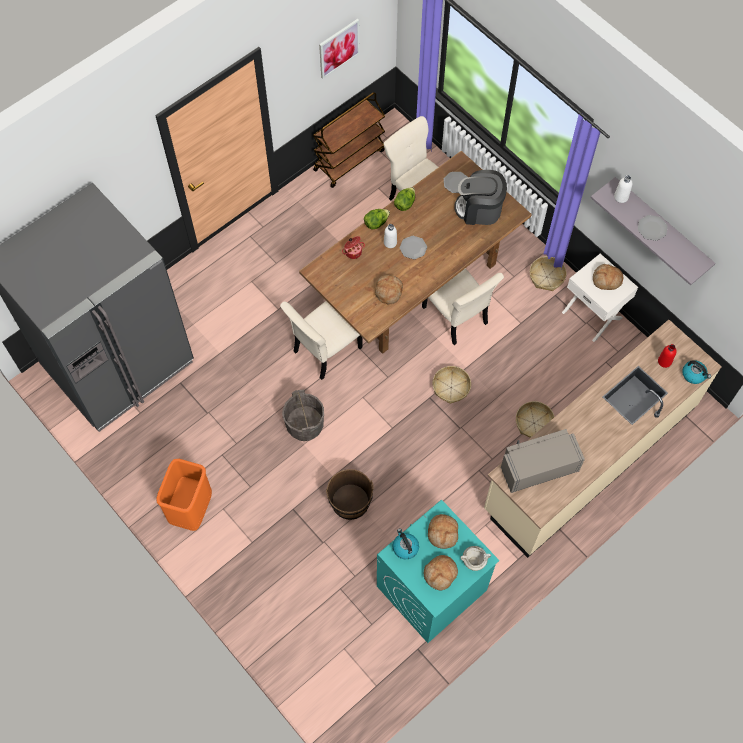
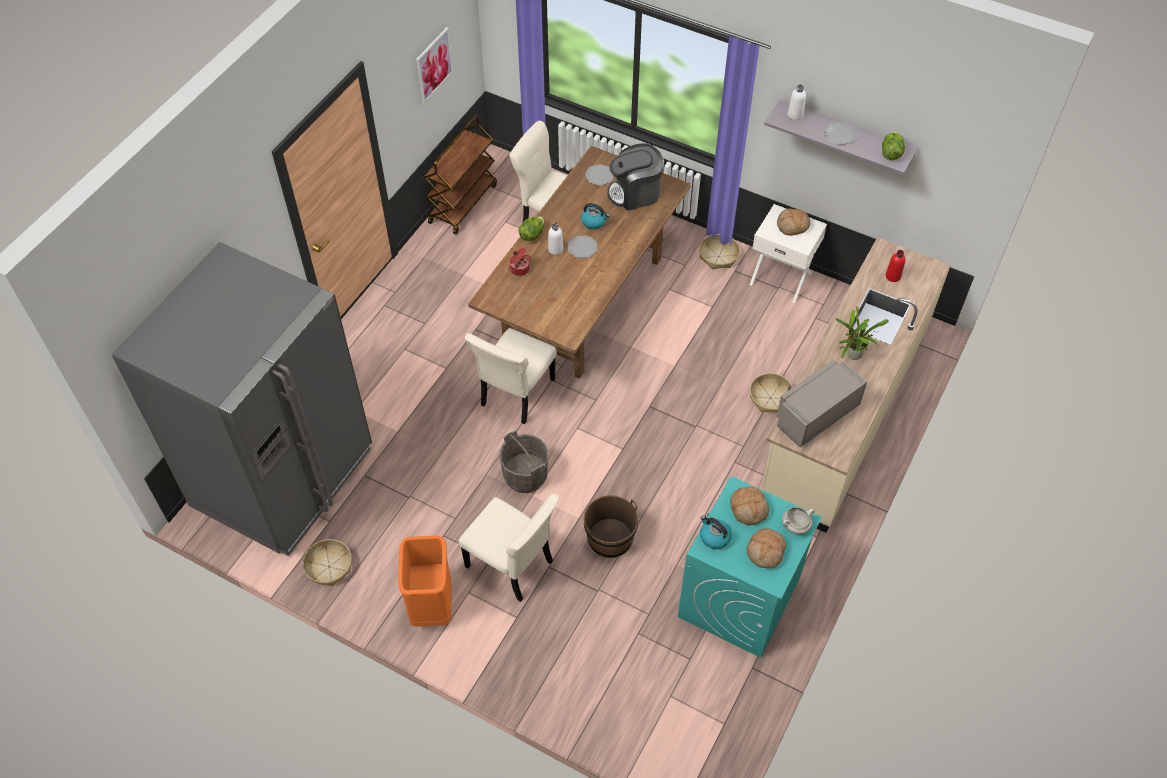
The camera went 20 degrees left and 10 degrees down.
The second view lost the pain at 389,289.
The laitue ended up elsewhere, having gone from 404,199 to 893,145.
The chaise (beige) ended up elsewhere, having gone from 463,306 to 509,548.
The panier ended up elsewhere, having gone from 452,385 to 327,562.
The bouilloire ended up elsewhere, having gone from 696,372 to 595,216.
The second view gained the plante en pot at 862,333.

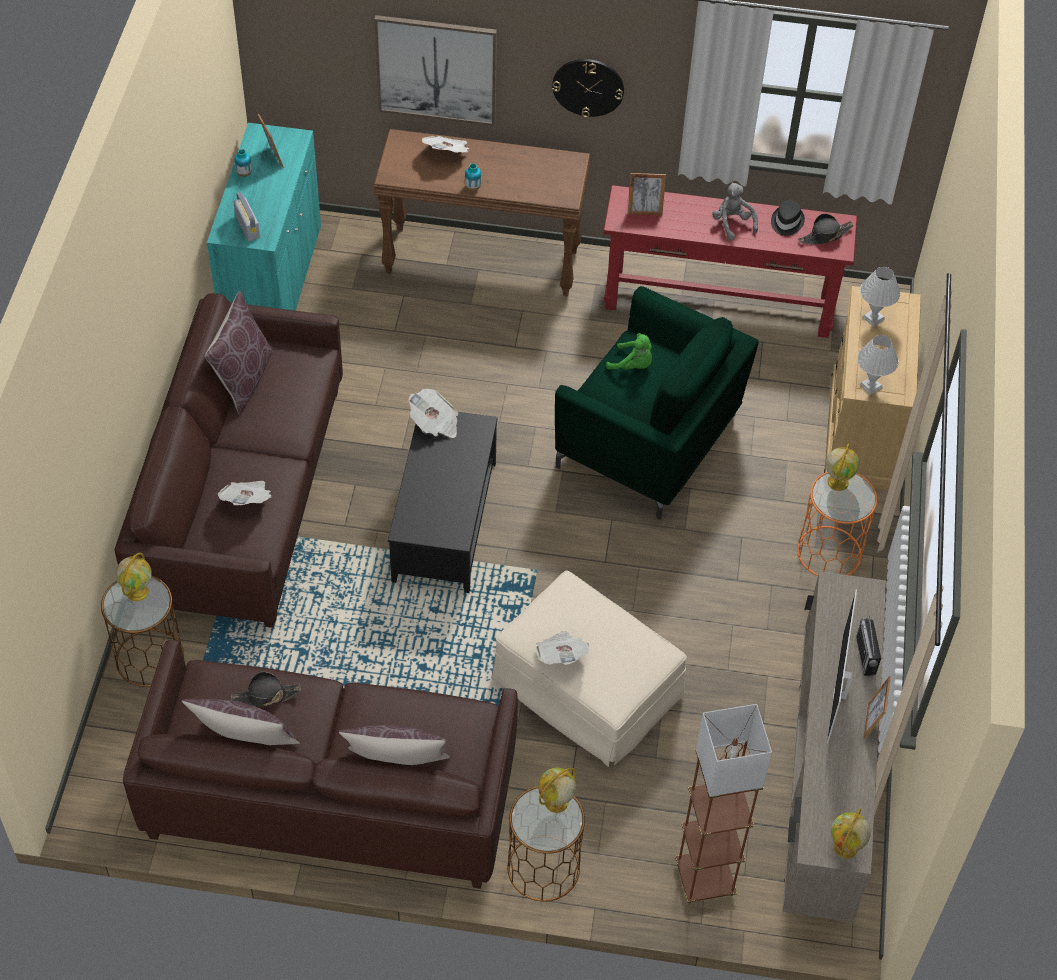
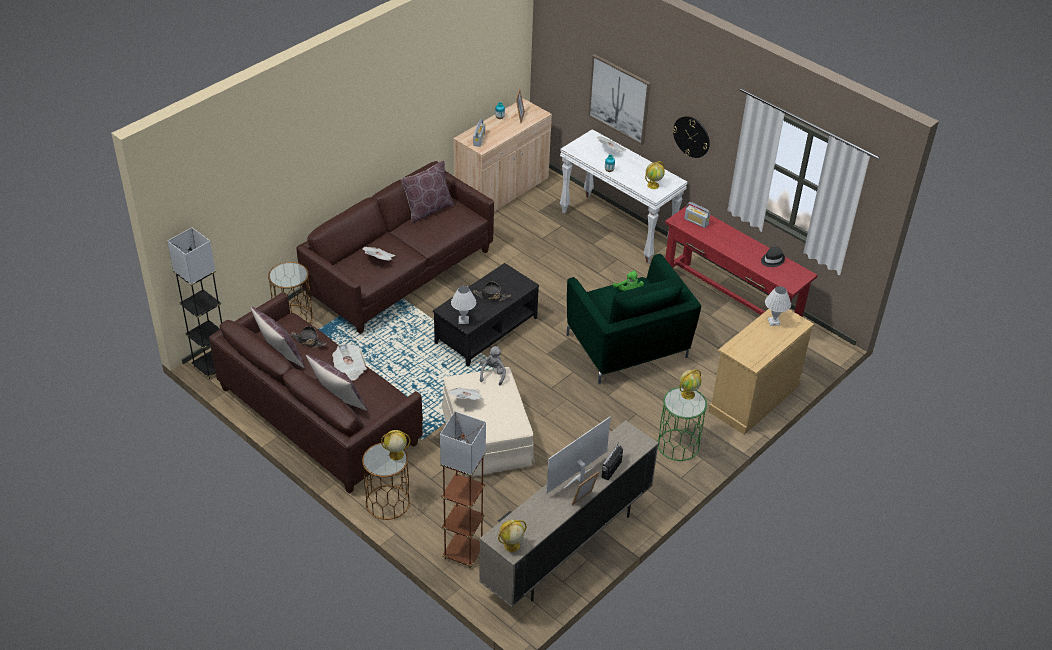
The camera went 35 degrees right and 10 degrees down.
The globe ended up elsewhere, having gone from 134,577 to 655,175.
What was the meuble de rangement (turquoise) at 264,217 turned into the meuble de rangement (beige) at 502,155.
What was the table console (marron) at 482,213 turned into the table console (blanc) at 623,196.
The journal ended up elsewhere, having gone from 433,413 to 349,362.
Where the cadre photo stood at 647,194, the radio came to stand at 697,215.
The peluche (gris) ended up elsewhere, having gone from 735,211 to 493,365.
What was the table d'appoint (orange) at 837,524 turned into the table d'appoint (vert) at 682,424.
The chapeau (noir) ended up elsewhere, having gone from 826,228 to 492,291.
The lampe de table (blanc) ended up elsewhere, having gone from 877,365 to 463,305.
The second view gained the lampadaire (gris) at 194,303.

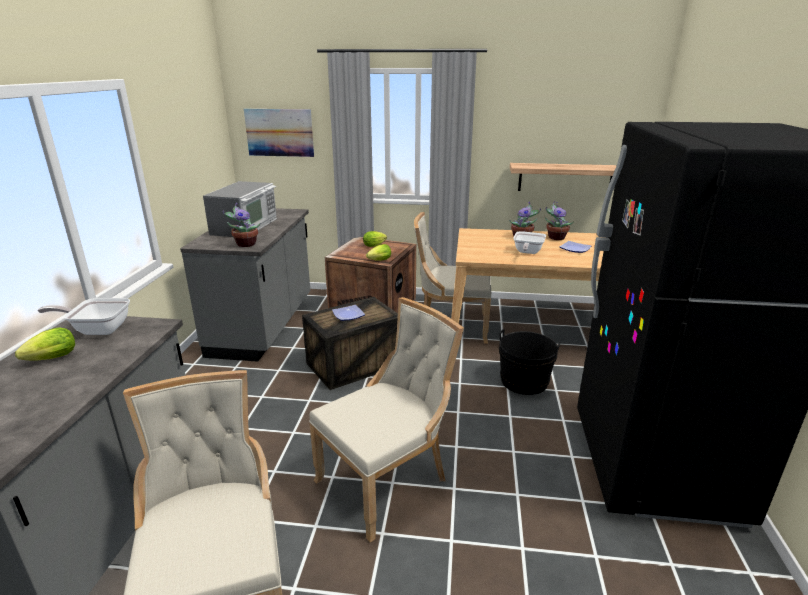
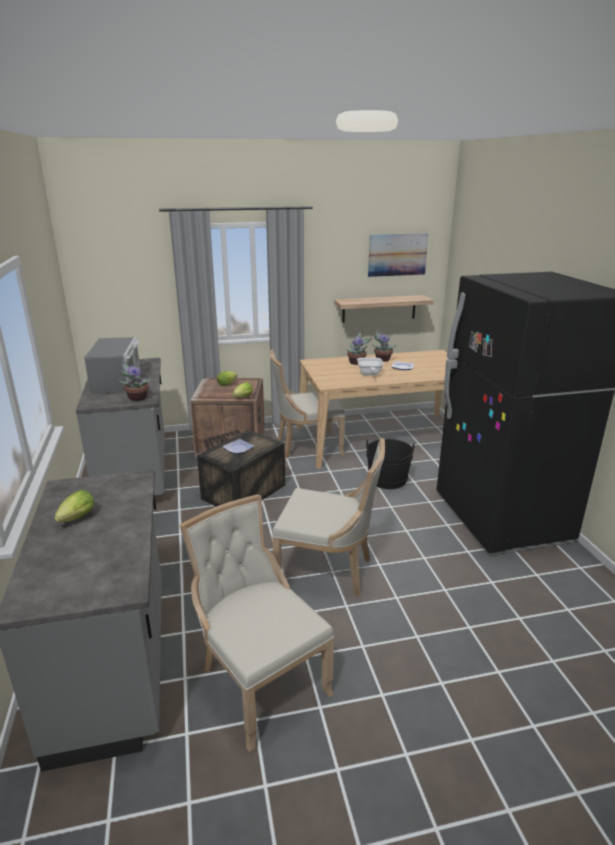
The camera went 20 degrees left and 0 degrees up.
The second view lost the poêle at 83,316.
The tableau ended up elsewhere, having gone from 279,133 to 398,255.
The chaise (beige) at 386,420 ended up facing another way, 75 degrees clockwise from before.

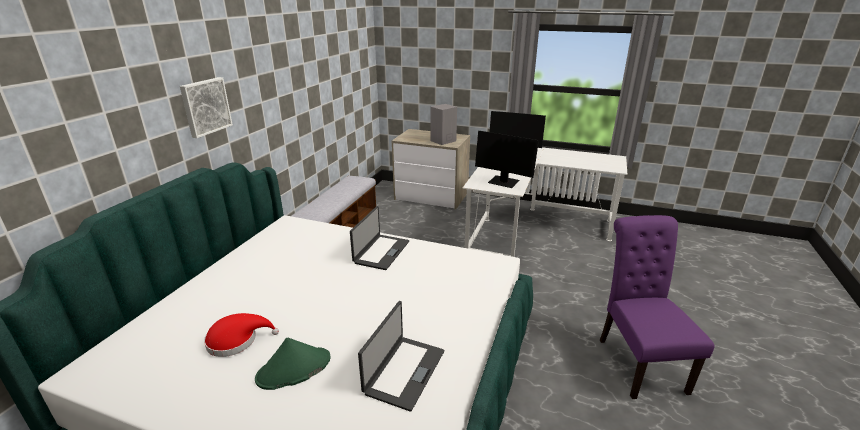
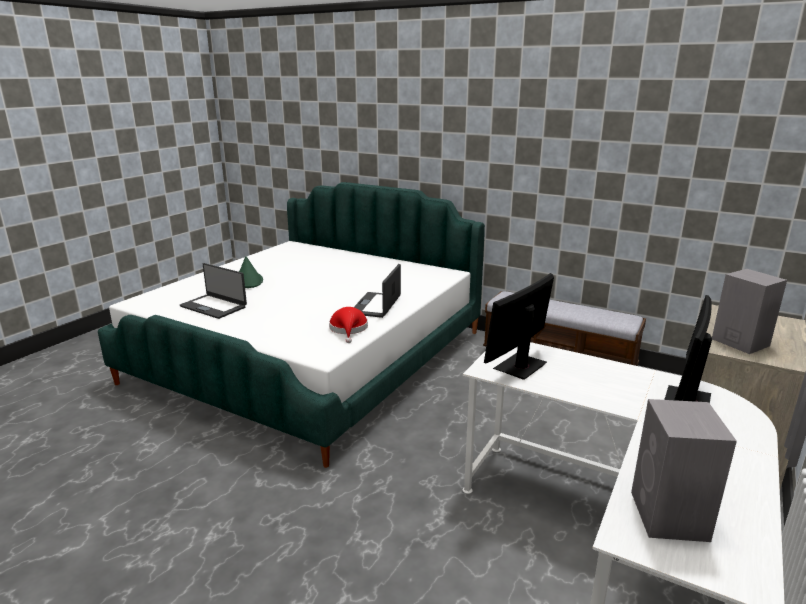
The camera went 100 degrees right and 5 degrees down.
The second view lost the tableau at 206,107.
The chapeau (rouge) ended up elsewhere, having gone from 241,335 to 348,325.
The ordinateur portable at 379,238 ended up facing another way, 75 degrees clockwise from before.
The second view lost the chaise (violet) at 656,307.
The second view gained the enceinte (gris) at 684,470.

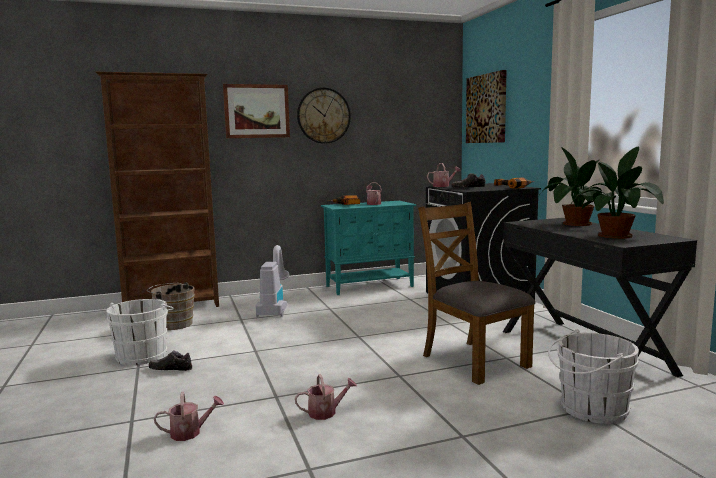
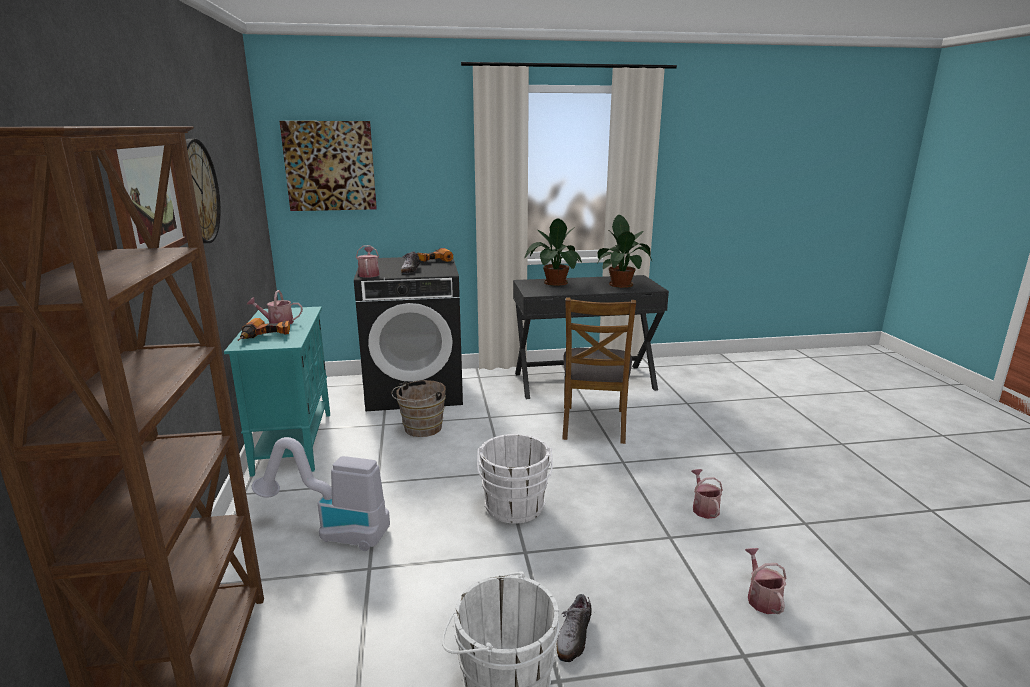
The camera went 80 degrees left and 10 degrees up.
The seau (marron) ended up elsewhere, having gone from 171,306 to 418,408.
The chaise (marron) at 477,293 ended up facing another way, 60 degrees counterclockwise from before.
The seau (blanc) ended up elsewhere, having gone from 593,376 to 515,478.

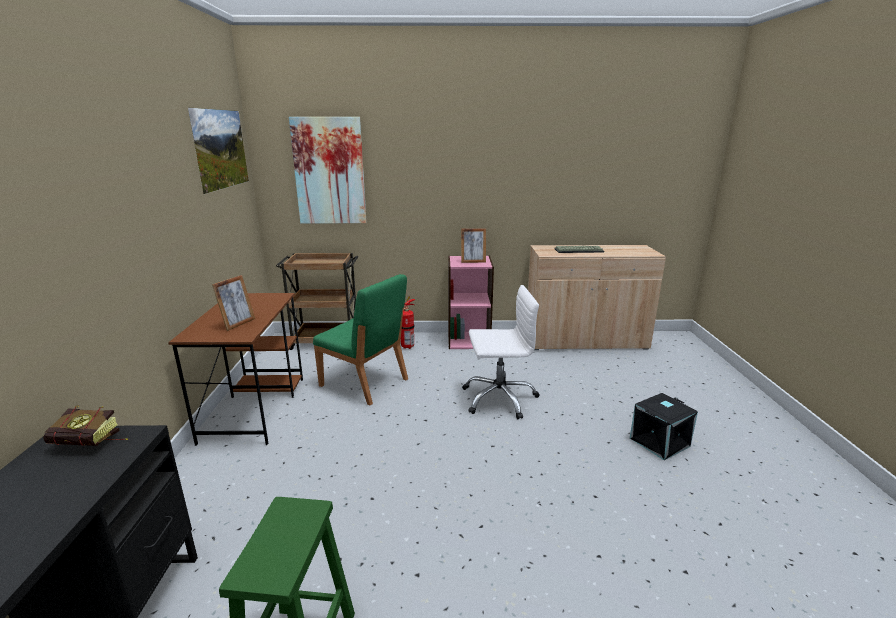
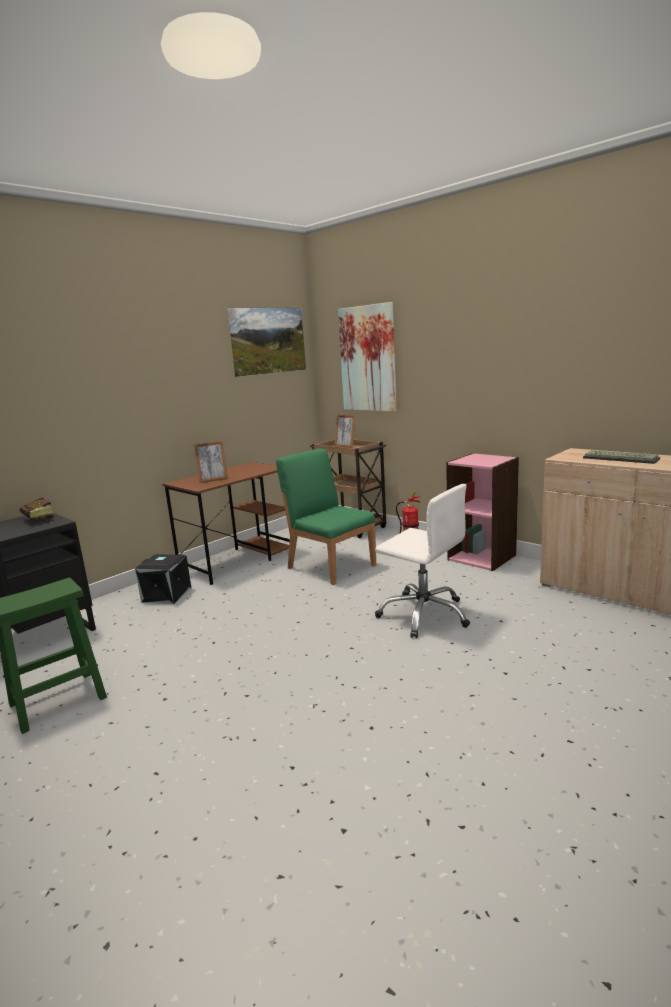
The camera went 45 degrees right and 5 degrees down.
The chaise (vert) at 360,339 ended up facing another way, 150 degrees clockwise from before.
The cadre photo ended up elsewhere, having gone from 473,245 to 345,431.
The boîte de rangement (noir) ended up elsewhere, having gone from 664,426 to 163,579.

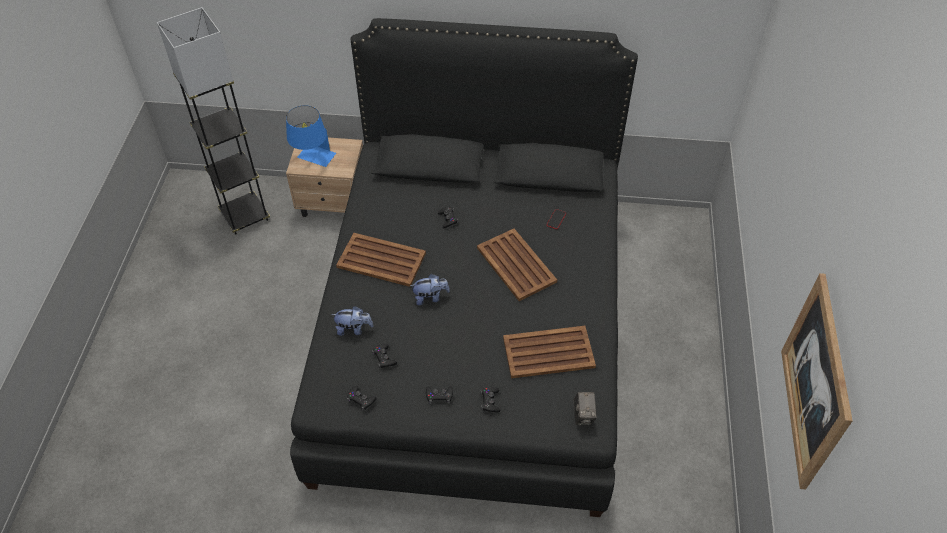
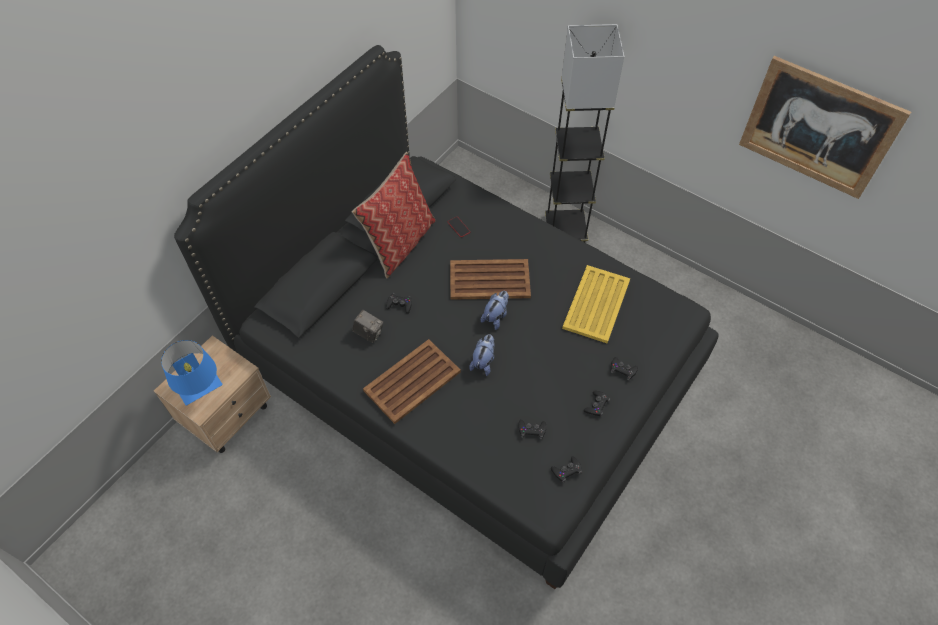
The camera went 60 degrees left and 5 degrees up.
The lampadaire (gris) ended up elsewhere, having gone from 213,121 to 584,133.
The peluche ended up elsewhere, having gone from 352,321 to 495,310.
What was the plateau (marron) at 549,352 turned into the plateau (jaune) at 596,304.
The appareil photo ended up elsewhere, having gone from 585,408 to 367,326.
The second view gained the coussin at 394,215.

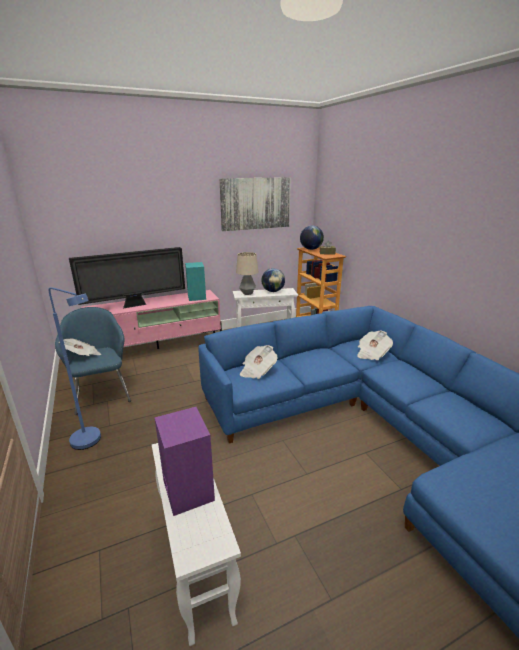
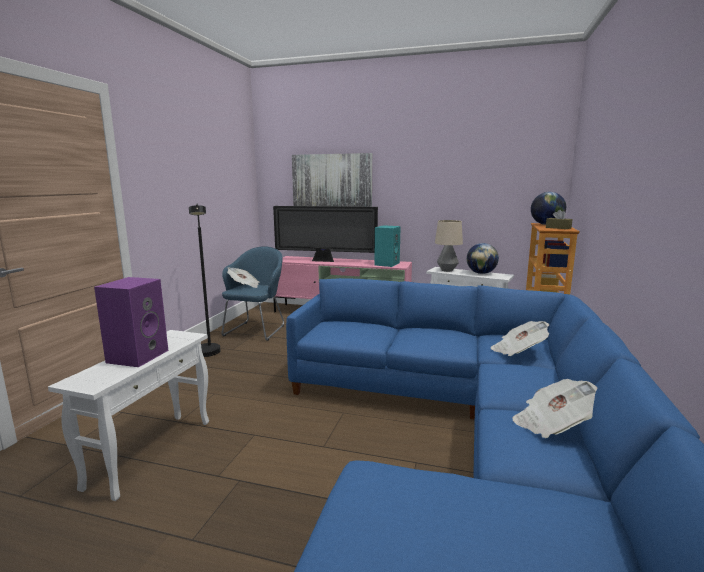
The camera went 40 degrees right and 10 degrees down.
What was the lampadaire (bleu) at 74,368 turned into the lampadaire (noir) at 205,280.
The tableau ended up elsewhere, having gone from 255,204 to 332,180.
The journal ended up elsewhere, having gone from 258,362 to 555,408.

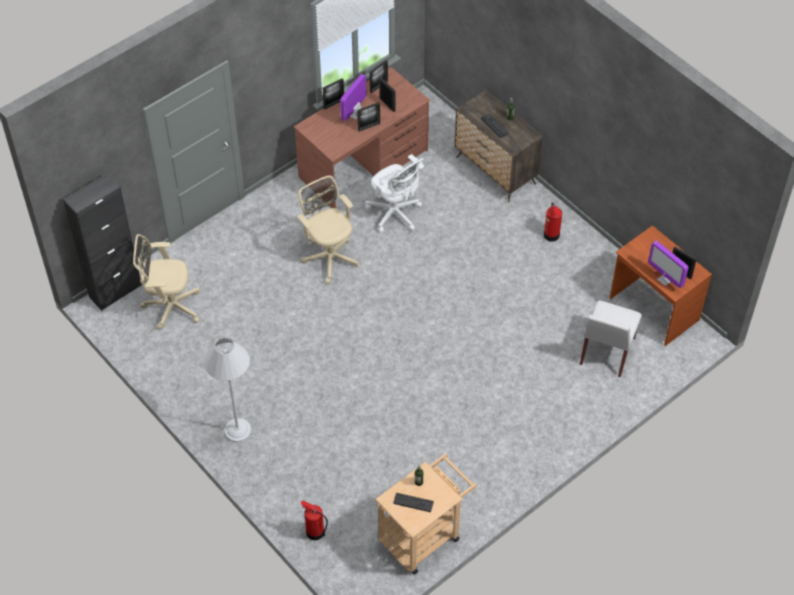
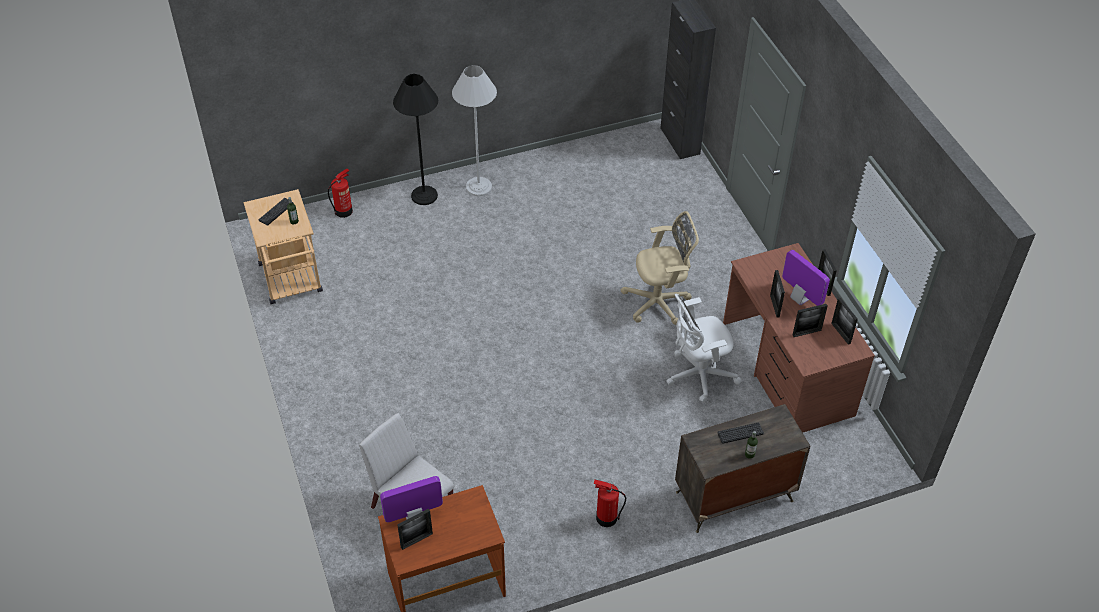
The camera went 110 degrees right and 5 degrees down.
The second view lost the chaise de bureau (beige) at 166,282.
The second view gained the lampadaire (noir) at 415,139.

